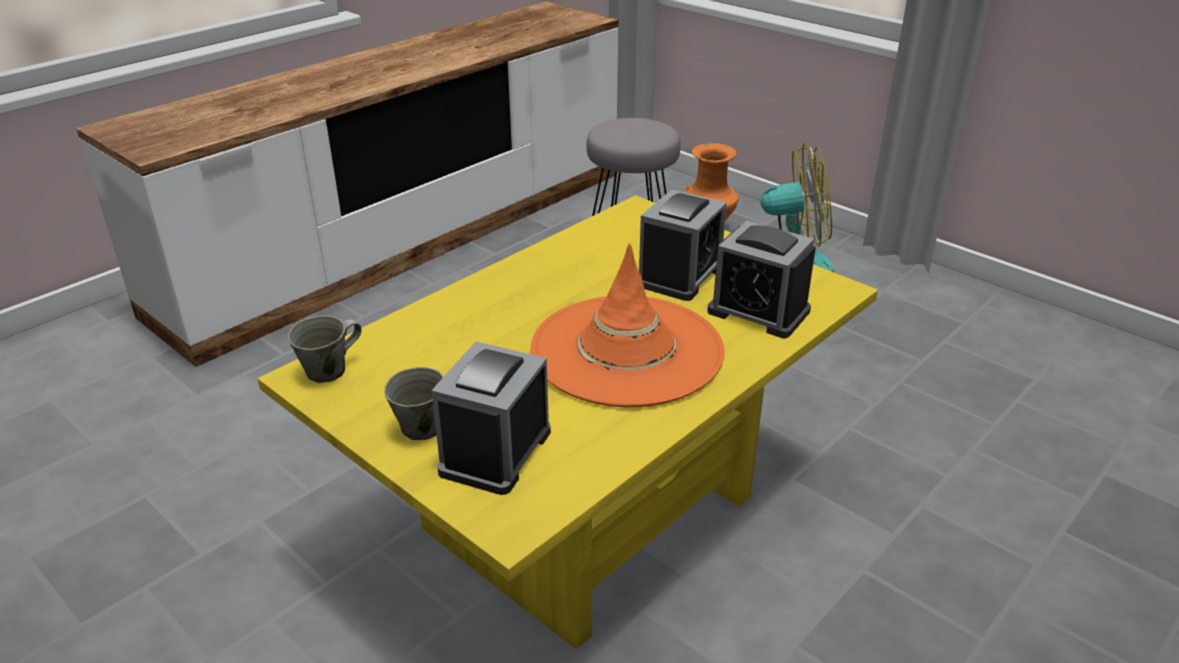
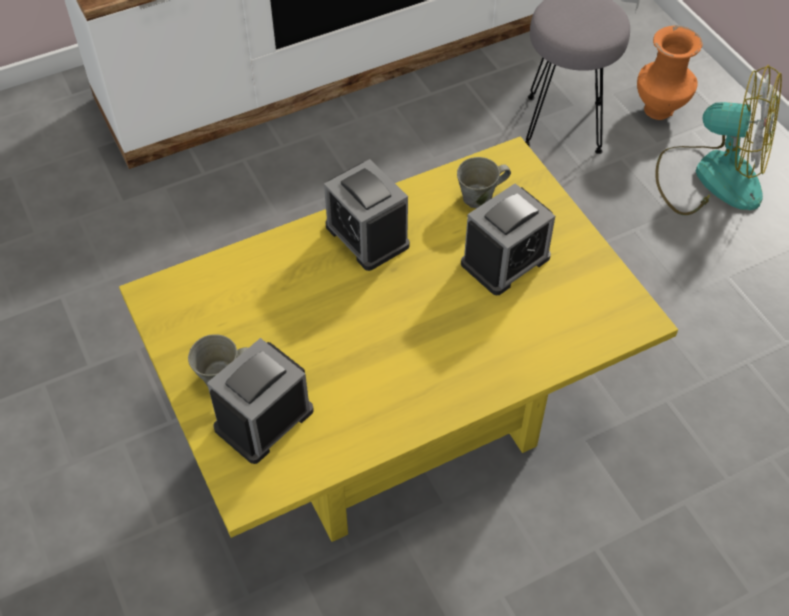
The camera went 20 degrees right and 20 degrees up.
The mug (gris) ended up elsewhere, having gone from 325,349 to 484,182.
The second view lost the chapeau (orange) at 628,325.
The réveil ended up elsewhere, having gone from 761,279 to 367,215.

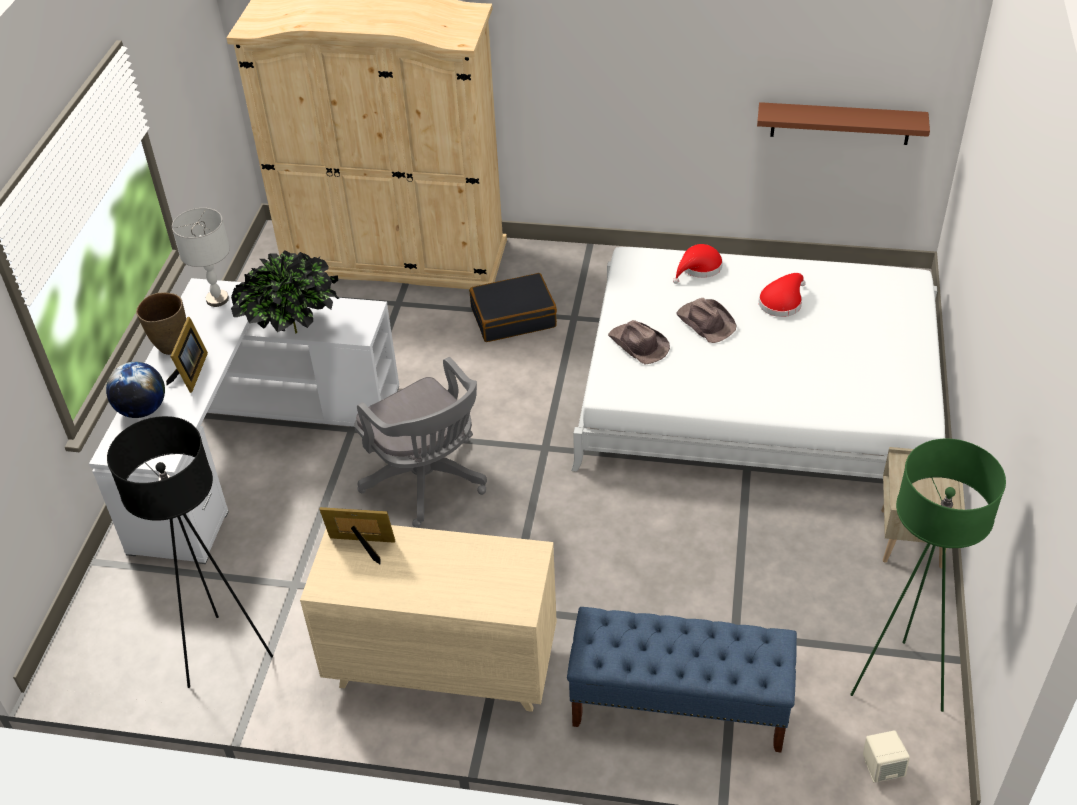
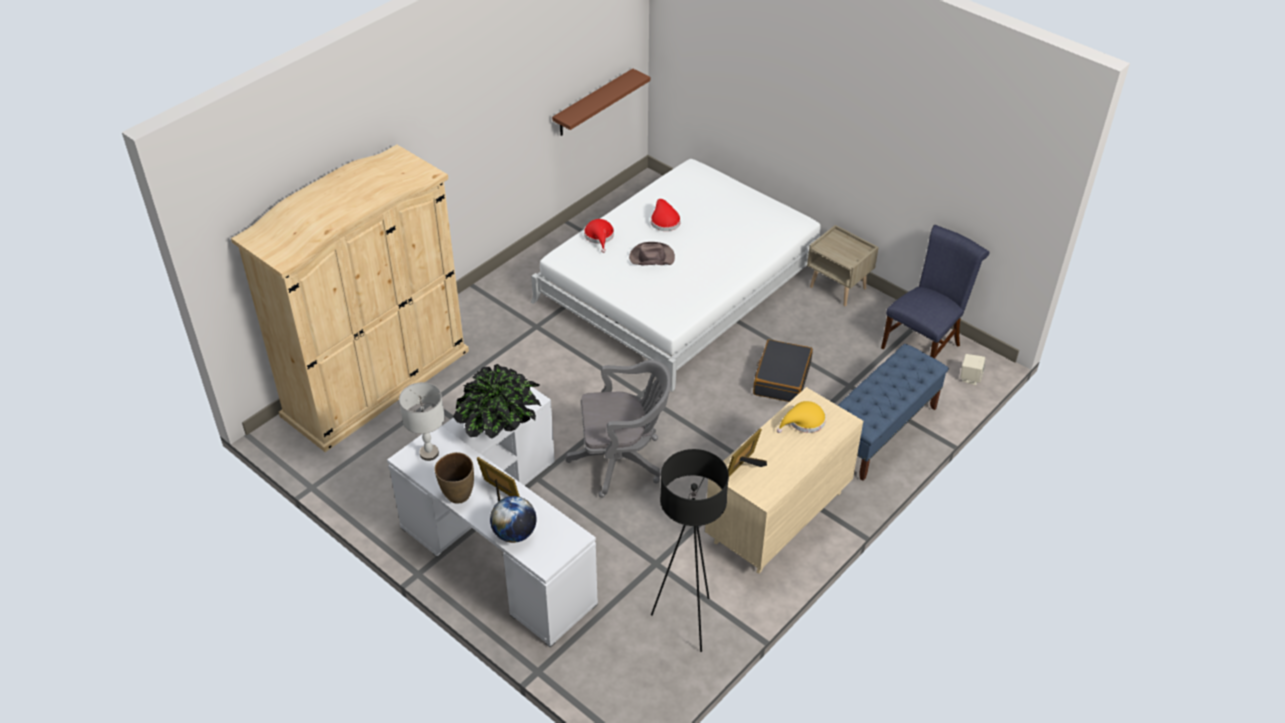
The camera went 60 degrees left and 0 degrees up.
The valise (noir) ended up elsewhere, having gone from 513,307 to 783,370.
The second view lost the chapeau (marron) at 639,342.
Where the lampadaire (vert) stood at 928,575, the chaise (bleu) came to stand at 935,291.
The second view gained the chapeau (jaune) at 801,417.

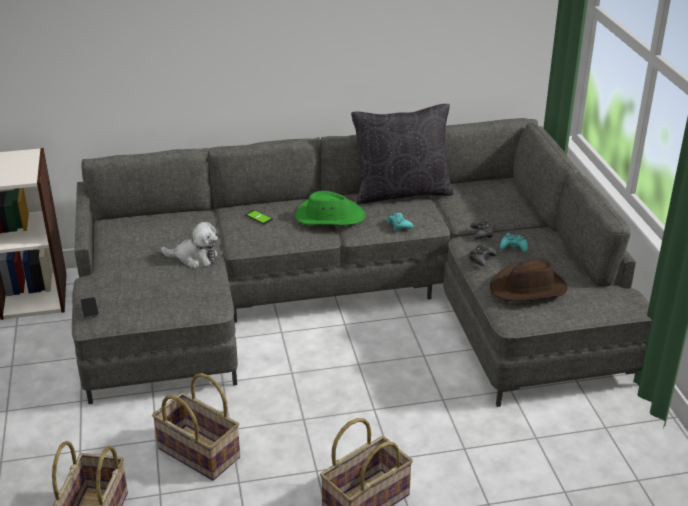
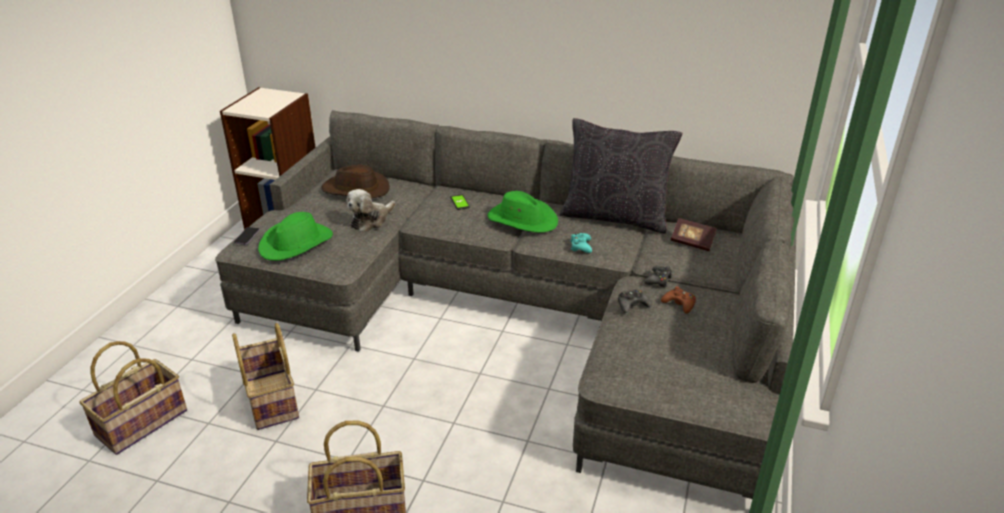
The camera went 30 degrees right and 0 degrees up.
The peluche at 189,245 ended up facing another way, 90 degrees clockwise from before.
The chapeau (marron) ended up elsewhere, having gone from 529,280 to 355,181.
What was the manette (turquoise) at 514,242 turned into the manette (marron) at 678,300.
The second view gained the chapeau (vert) at 295,236.
The second view gained the livre at 694,234.

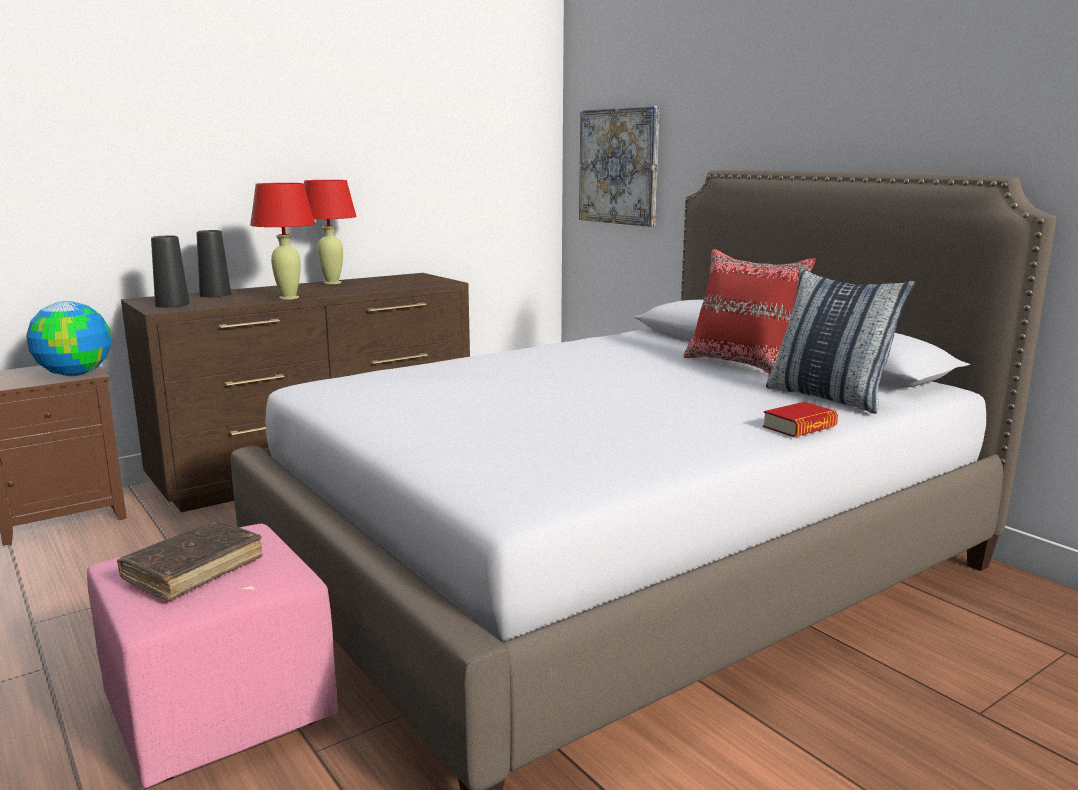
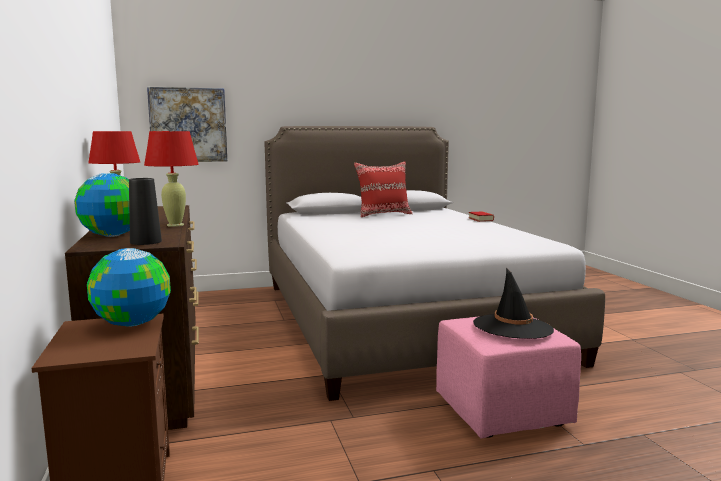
The camera went 70 degrees left and 5 degrees down.
Where the livre (marron) stood at 190,561, the chapeau (noir) came to stand at 513,303.
Where the vase (noir) stood at 214,263, the globe came to stand at 102,205.
The second view lost the coussin at 840,341.

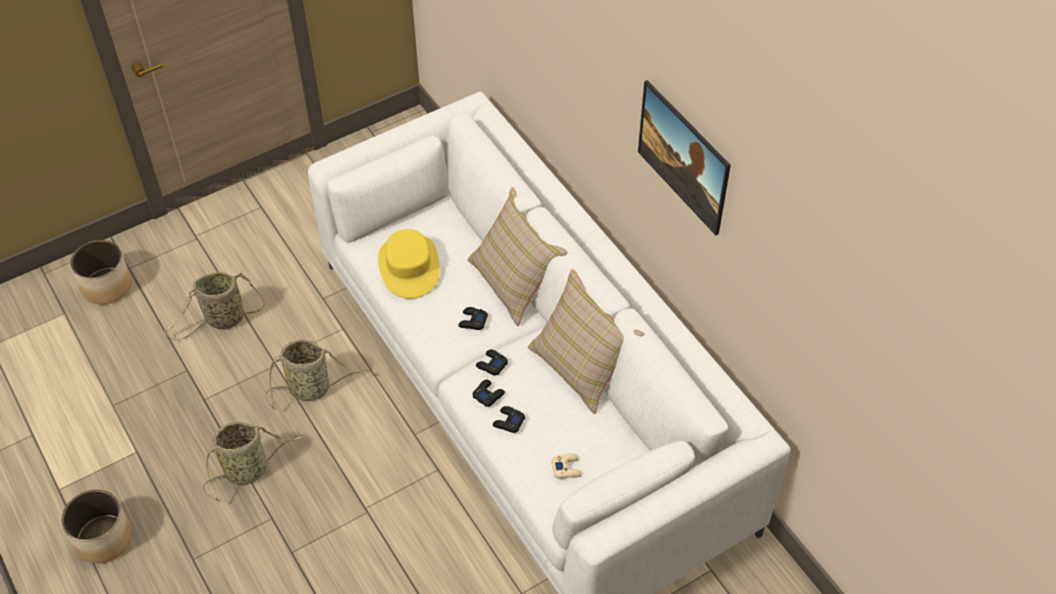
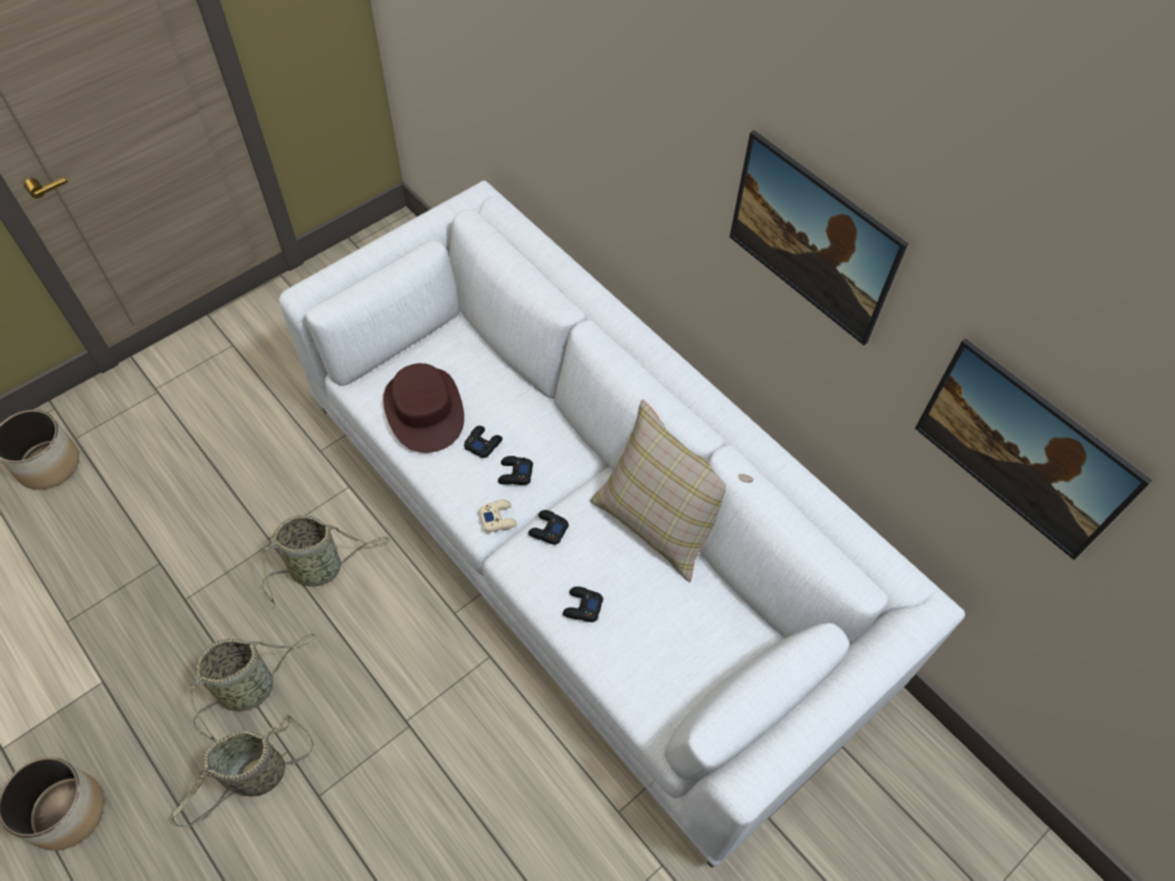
The camera went 10 degrees left and 5 degrees up.
The panier ended up elsewhere, having gone from 214,306 to 241,770.
What was the chapeau (jaune) at 409,264 turned into the chapeau (marron) at 423,408.
The second view lost the coussin (beige) at 517,256.
The manette (noir) ended up elsewhere, having gone from 488,393 to 483,442.
The manette (beige) ended up elsewhere, having gone from 566,466 to 498,516.
The second view gained the tableau at 1034,449.

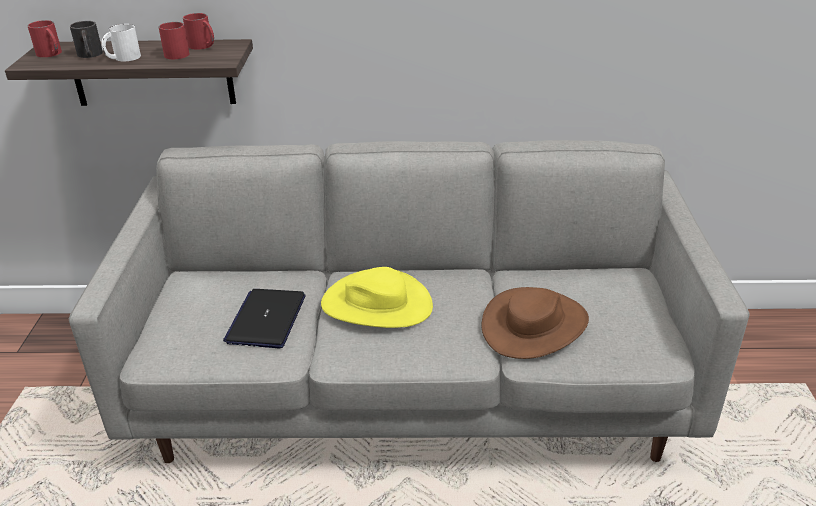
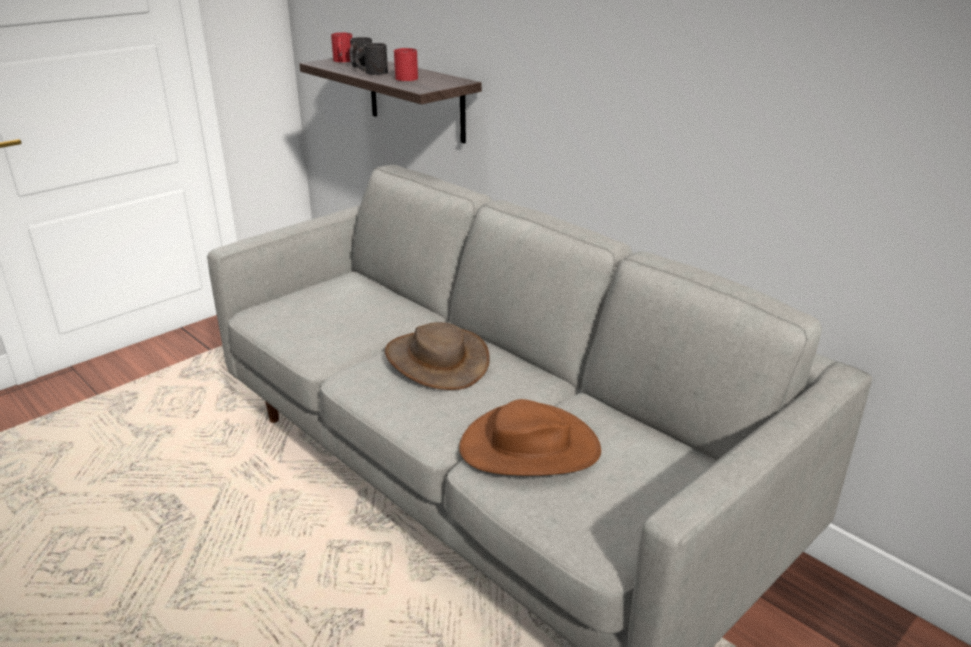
The camera went 45 degrees right and 5 degrees down.
What was the mug (blanc) at 121,42 turned into the mug (noir) at 371,59.
The second view lost the mug (rouge) at 198,31.
The second view lost the ordinateur portable at 264,318.
What was the chapeau (jaune) at 377,297 turned into the chapeau (marron) at 437,356.

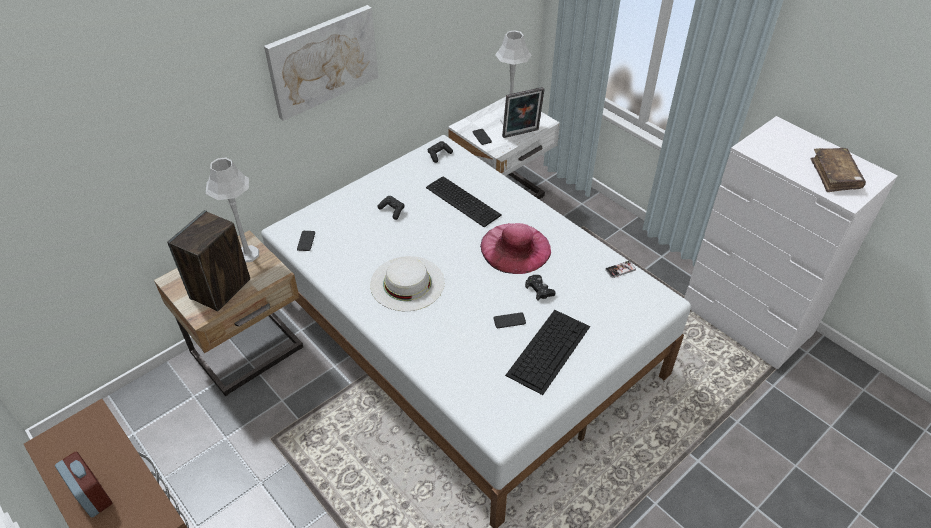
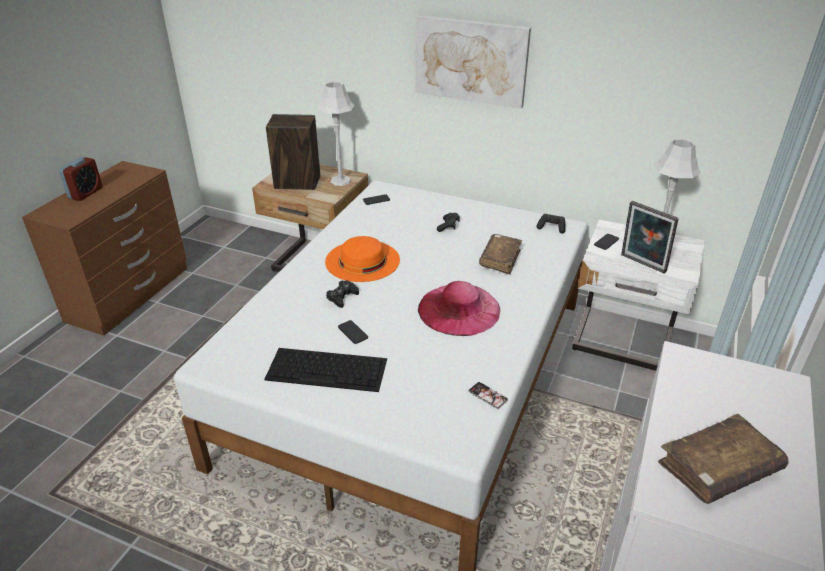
The camera went 65 degrees right and 10 degrees down.
What was the chapeau (blanc) at 407,283 turned into the chapeau (orange) at 362,259.
Where the clavier stood at 464,201, the livre (marron) came to stand at 500,254.
The manette (noir) ended up elsewhere, having gone from 540,287 to 342,294.

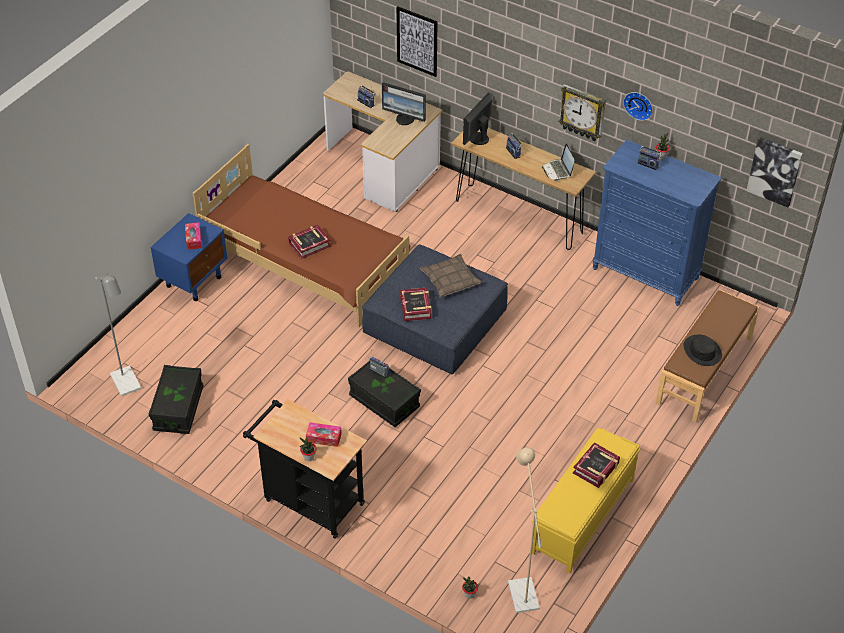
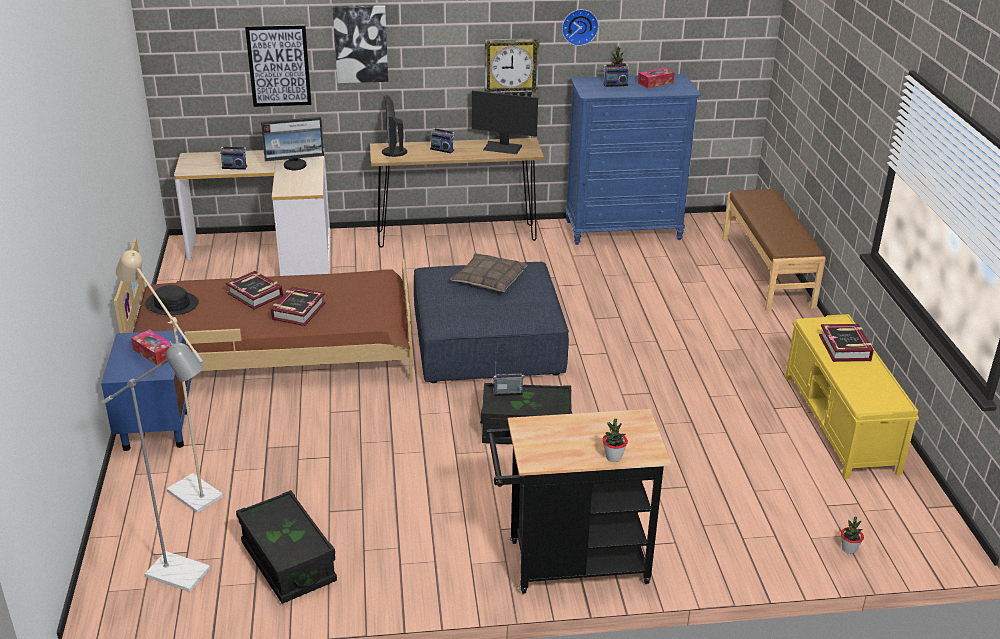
The camera went 40 degrees left and 15 degrees down.
The boîte à mouchoirs ended up elsewhere, having gone from 324,434 to 656,77.
The livre ended up elsewhere, having gone from 415,304 to 254,290.
The lampadaire (beige) ended up elsewhere, having gone from 525,530 to 169,381.
Where the ordinateur portable stood at 558,162, the écran d'ordinateur came to stand at 505,122.
The chapeau (noir) ended up elsewhere, having gone from 703,350 to 172,300.
The tableau ended up elsewhere, having gone from 774,172 to 360,44.

